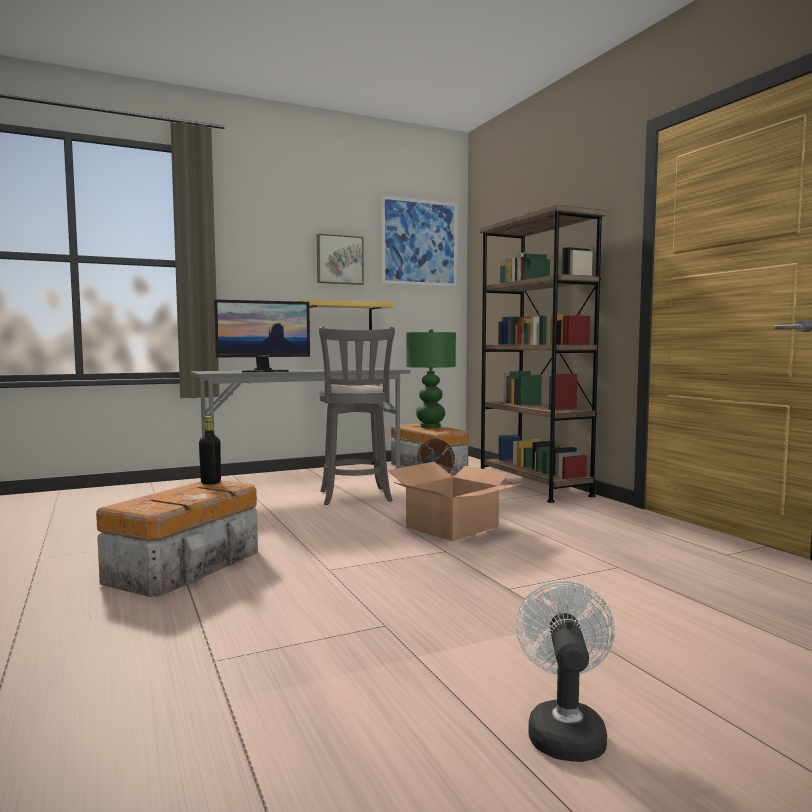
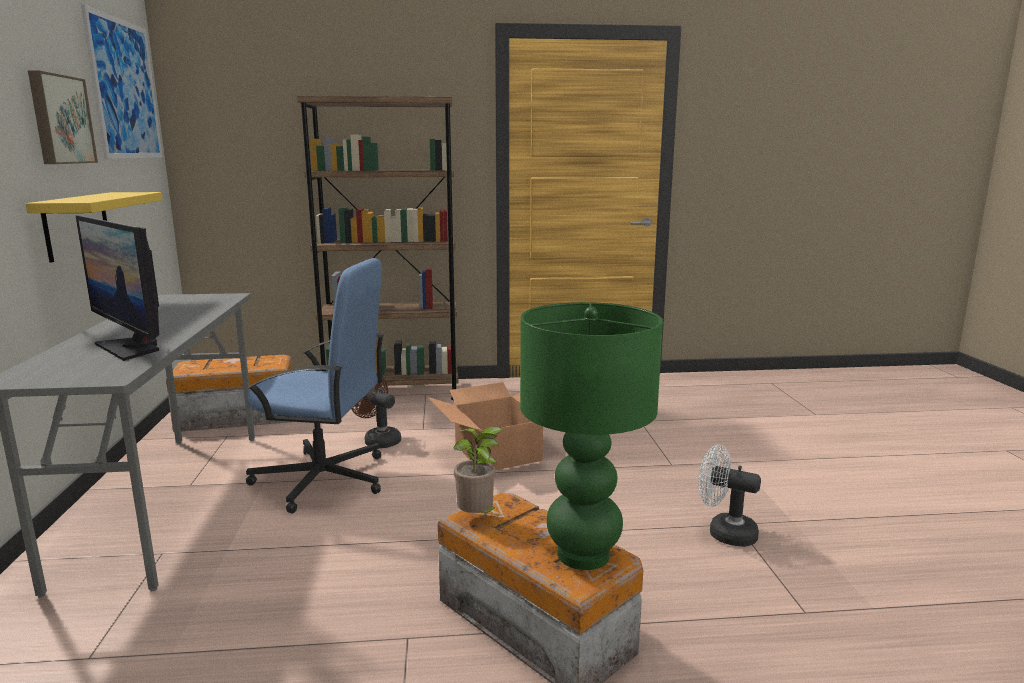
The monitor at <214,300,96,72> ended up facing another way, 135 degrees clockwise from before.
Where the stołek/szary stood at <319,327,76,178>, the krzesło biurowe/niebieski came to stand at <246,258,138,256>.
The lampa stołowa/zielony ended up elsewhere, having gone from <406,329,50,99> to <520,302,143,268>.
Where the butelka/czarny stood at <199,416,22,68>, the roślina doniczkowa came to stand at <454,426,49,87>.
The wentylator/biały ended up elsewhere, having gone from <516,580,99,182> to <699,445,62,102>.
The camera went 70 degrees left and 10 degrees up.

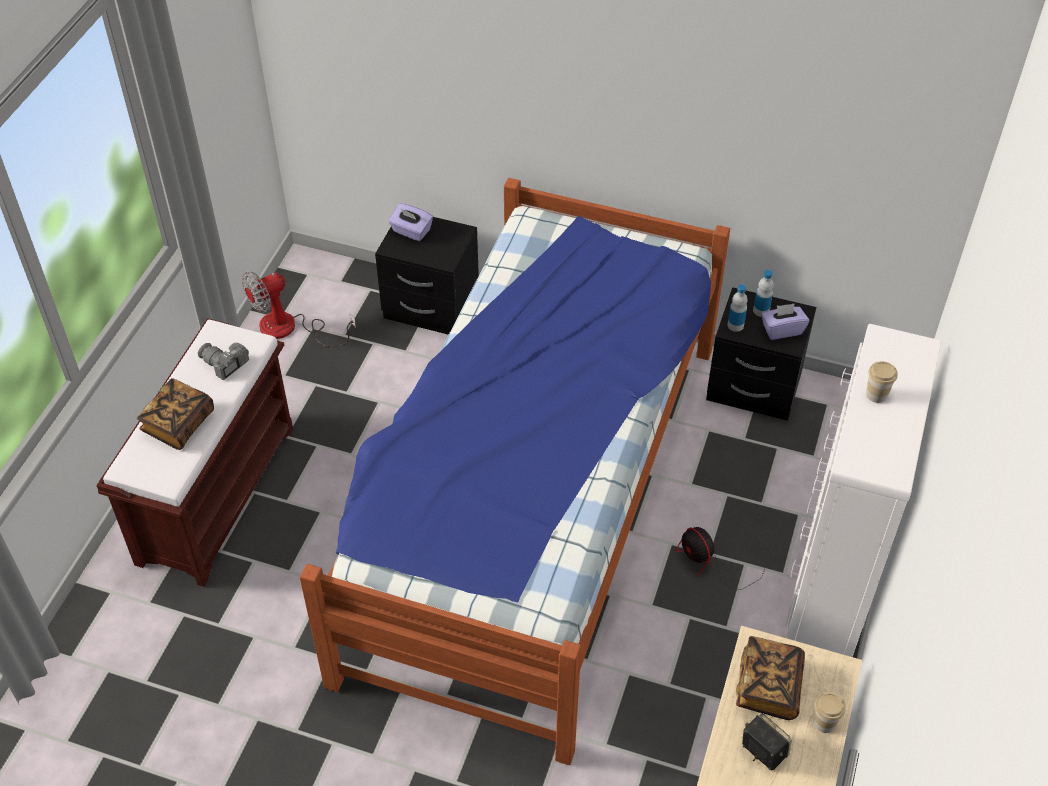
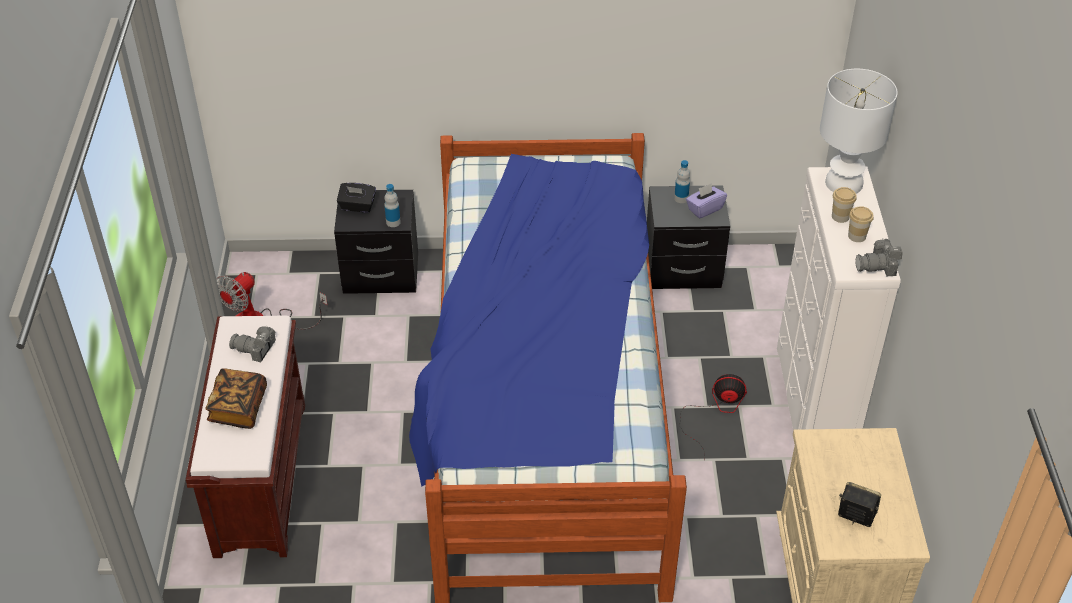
What was the pudełko chusteczek/fioletowy at <388,203,45,38> turned into the pudełko chusteczek/czarny at <337,183,39,30>.
The butelka ended up elsewhere, having gone from <727,284,21,48> to <384,184,17,43>.
The wentylator at <676,527,101,63> ended up facing another way, 150 degrees clockwise from before.
The second view lost the książka at <736,636,69,84>.
The filiżanka ended up elsewhere, having gone from <813,692,33,41> to <848,206,26,36>.
The second view gained the lampa stołowa/biały at <820,69,78,125>.
The second view gained the aparat fotograficzny at <855,238,48,38>.
The camera went 20 degrees left and 5 degrees down.

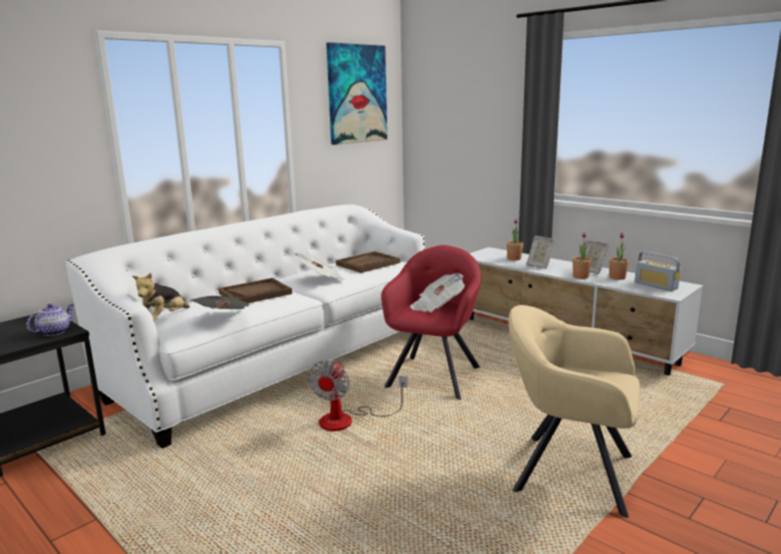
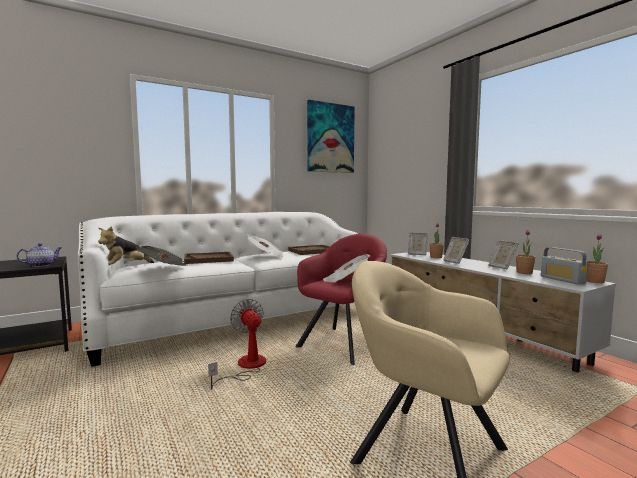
The roślina doniczkowa ended up elsewhere, having gone from <573,232,18,47> to <586,234,22,49>.
The wentylator at <308,360,99,71> ended up facing another way, 120 degrees clockwise from before.
The second view gained the ramka na zdjęcie at <408,232,20,23>.
The camera went 15 degrees right and 10 degrees down.

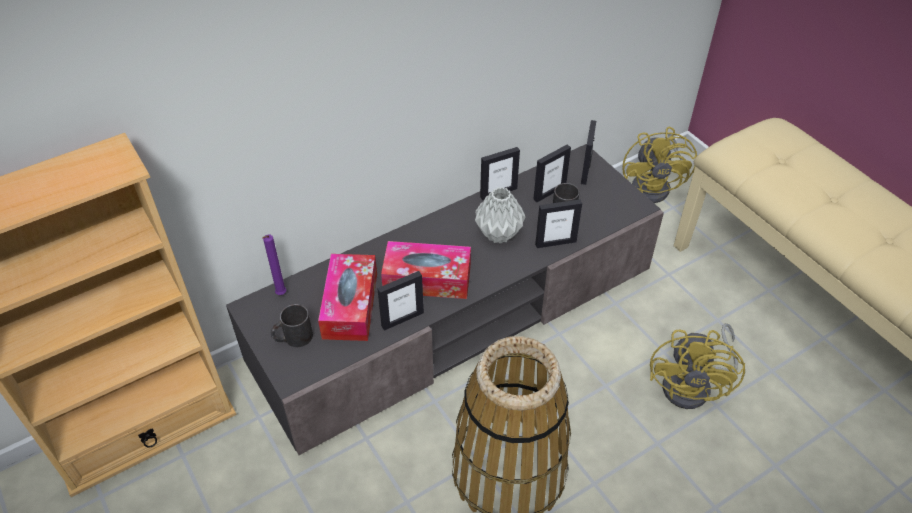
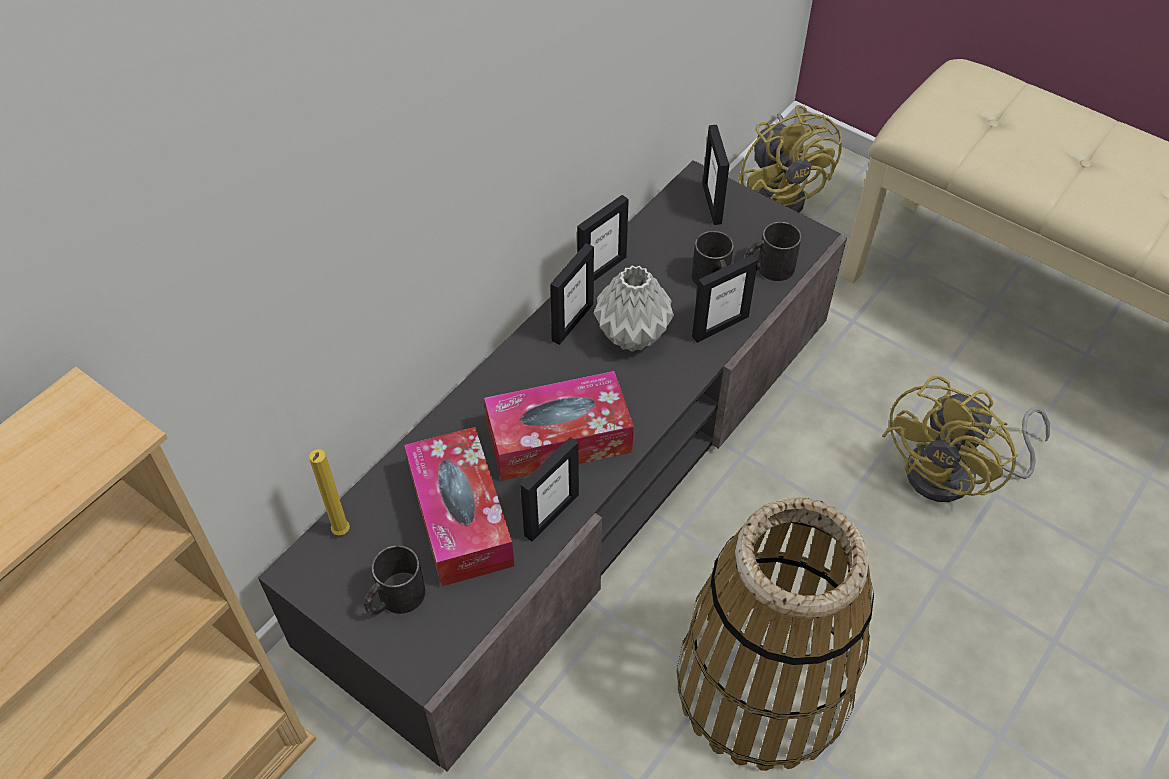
The ramka na zdjęcie ended up elsewhere, having gone from <534,144,37,58> to <550,243,44,102>.
What was the świeca/fioletowy at <262,235,24,60> turned into the świeca/żółty at <309,449,41,86>.
The wentylator/żółty at <650,323,95,86> ended up facing another way, 45 degrees clockwise from before.
The second view gained the kubek/czarny at <745,222,57,59>.
The camera went 20 degrees left and 5 degrees up.

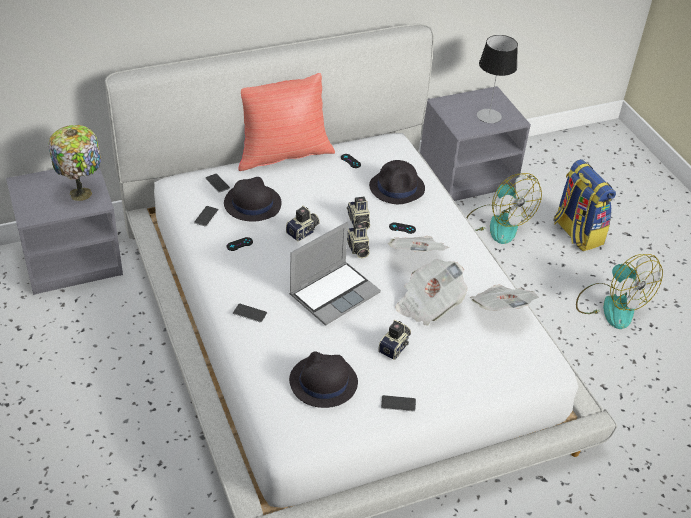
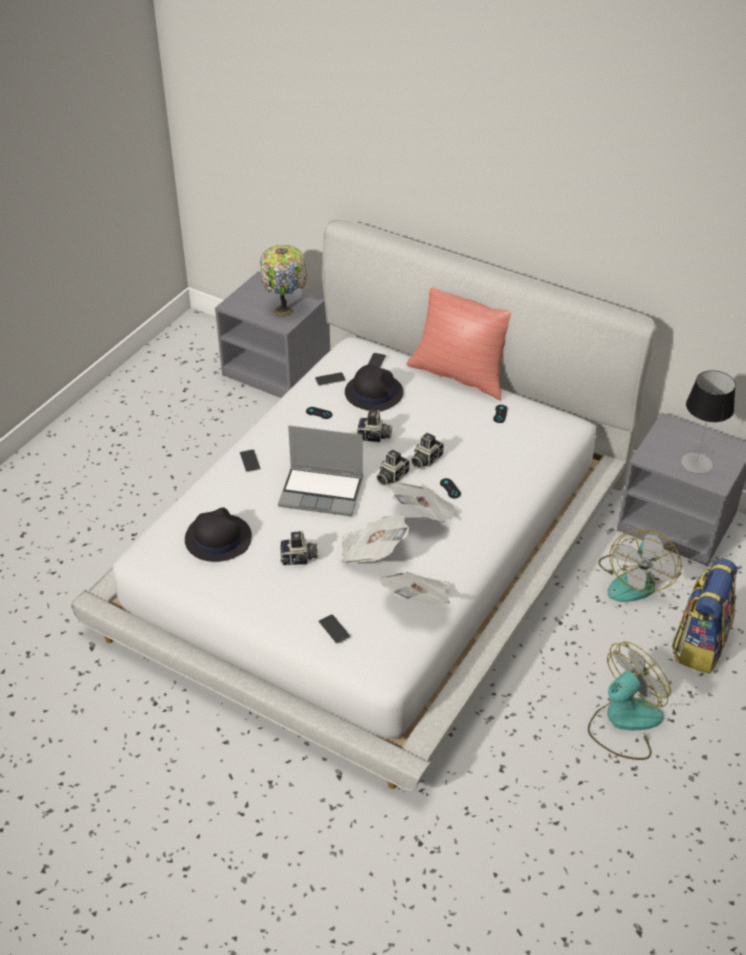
The second view lost the kapelusz/czarny at <369,160,56,44>.
The wentylator at <576,254,87,75> ended up facing another way, 150 degrees counterclockwise from before.
The telefon ended up elsewhere, having gone from <381,395,35,17> to <319,614,32,30>.
The camera went 55 degrees right and 0 degrees up.

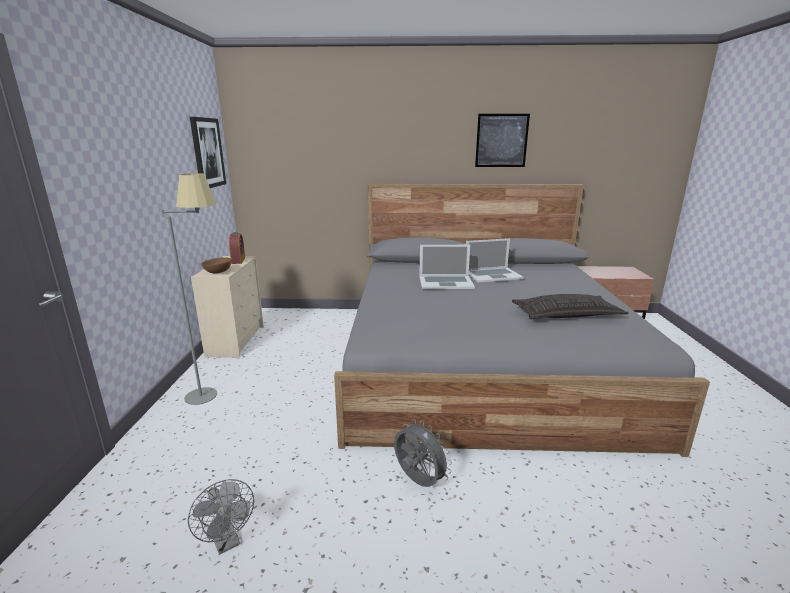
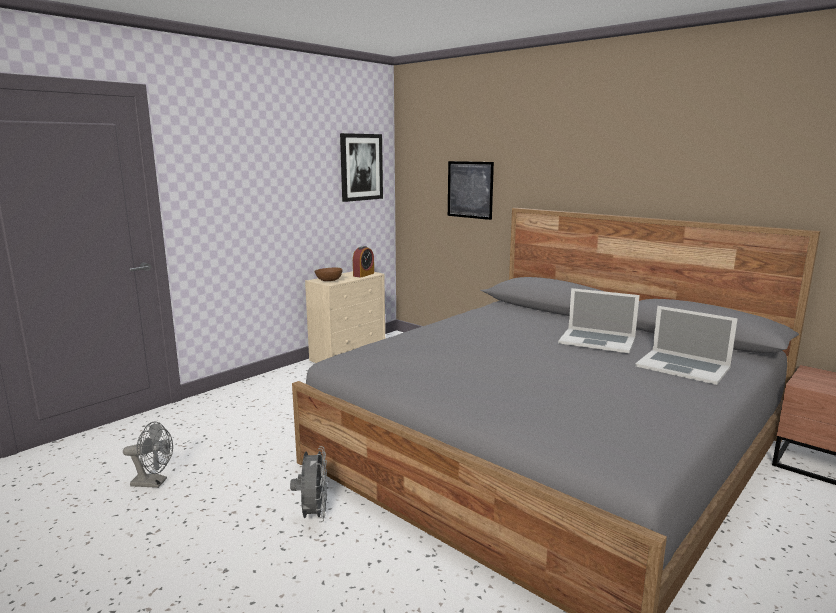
The obraz ended up elsewhere, having gone from <475,114,55,53> to <448,161,46,59>.
The second view lost the lampa stojąca/szary at <161,173,56,232>.
The laptop ended up elsewhere, having gone from <419,245,56,44> to <635,306,103,79>.
The second view lost the poduszka at <512,294,117,25>.
The wentylator/szary at <188,479,66,76> ended up facing another way, 90 degrees counterclockwise from before.
The camera went 40 degrees right and 5 degrees down.

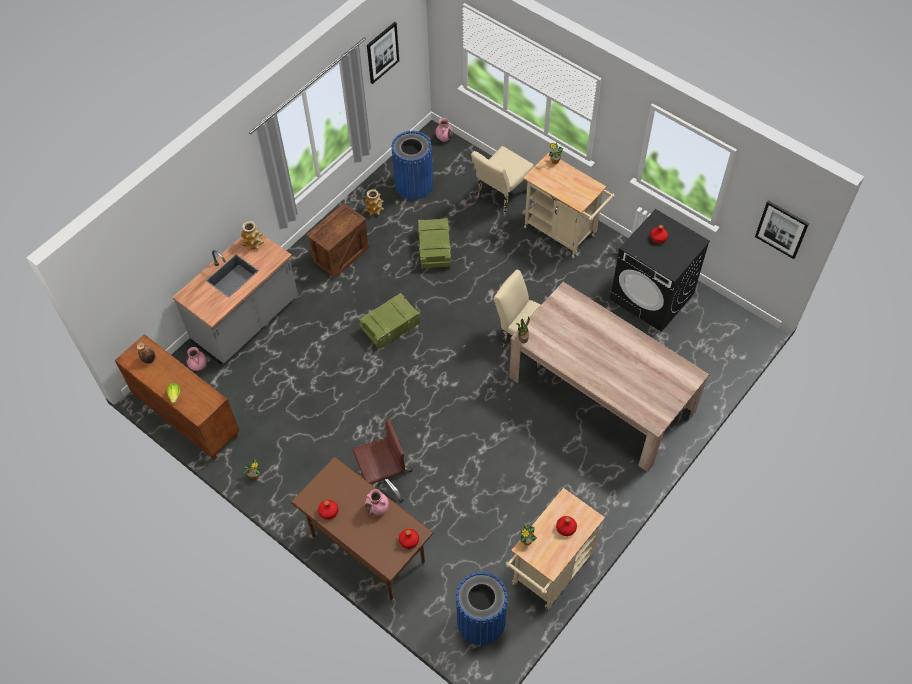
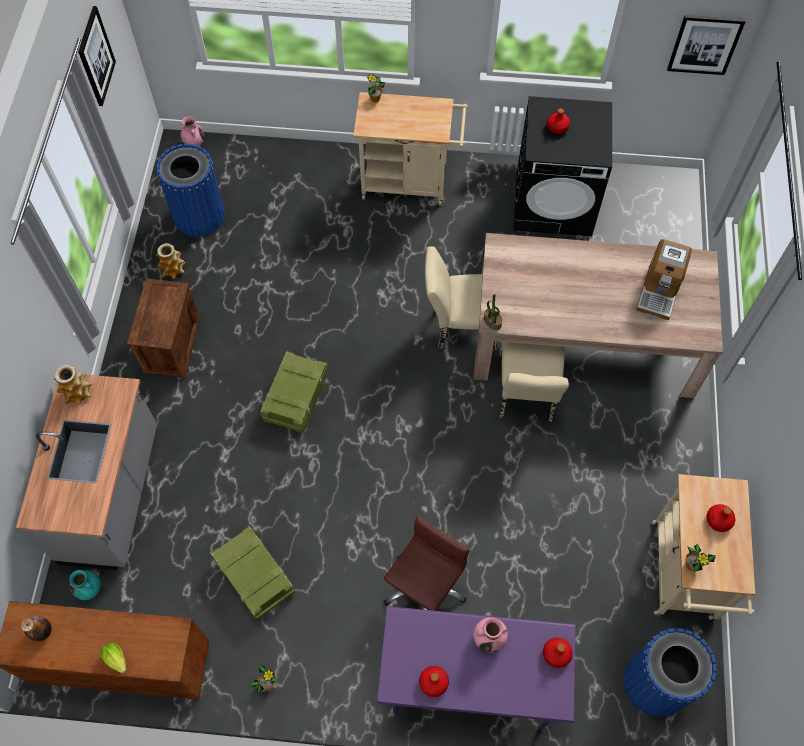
The krzesło/beżowy ended up elsewhere, having gone from <471,146,63,69> to <500,342,69,80>.
The skrzynka ended up elsewhere, having gone from <418,218,33,51> to <211,526,85,95>.
What was the wazon/różowy at <186,347,21,24> turned into the wazon/turkusowy at <69,570,32,30>.
What was the biurko/brązowy at <290,457,144,143> turned into the biurko/fioletowy at <377,606,198,124>.
The second view gained the ekspres do kawy at <636,239,56,81>.
The camera went 35 degrees left and 5 degrees up.

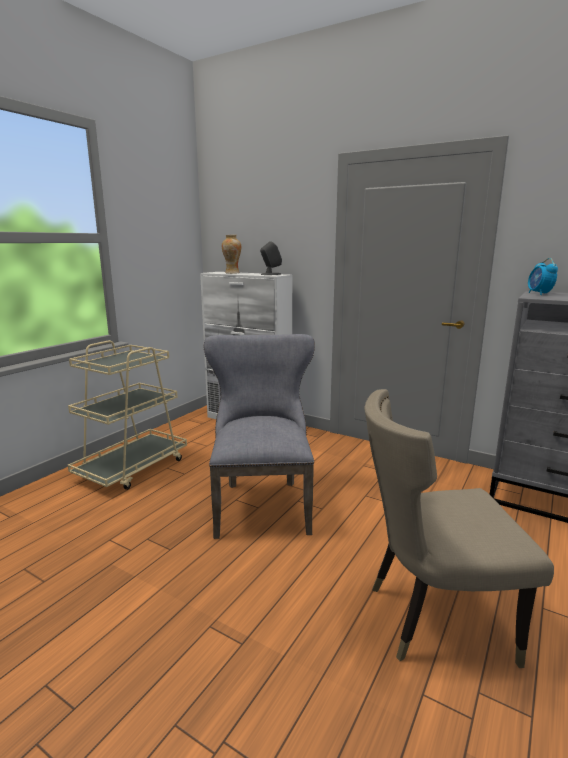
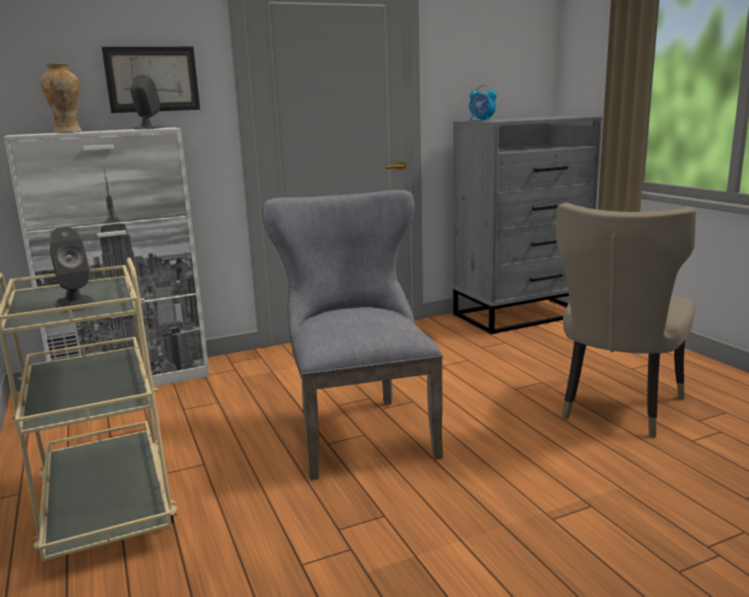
The krzesło/szary at <204,334,111,205> ended up facing another way, 45 degrees clockwise from before.
The second view gained the obraz at <102,47,98,66>.
The second view gained the głośnik/szary at <50,227,46,84>.
The camera went 55 degrees left and 0 degrees up.

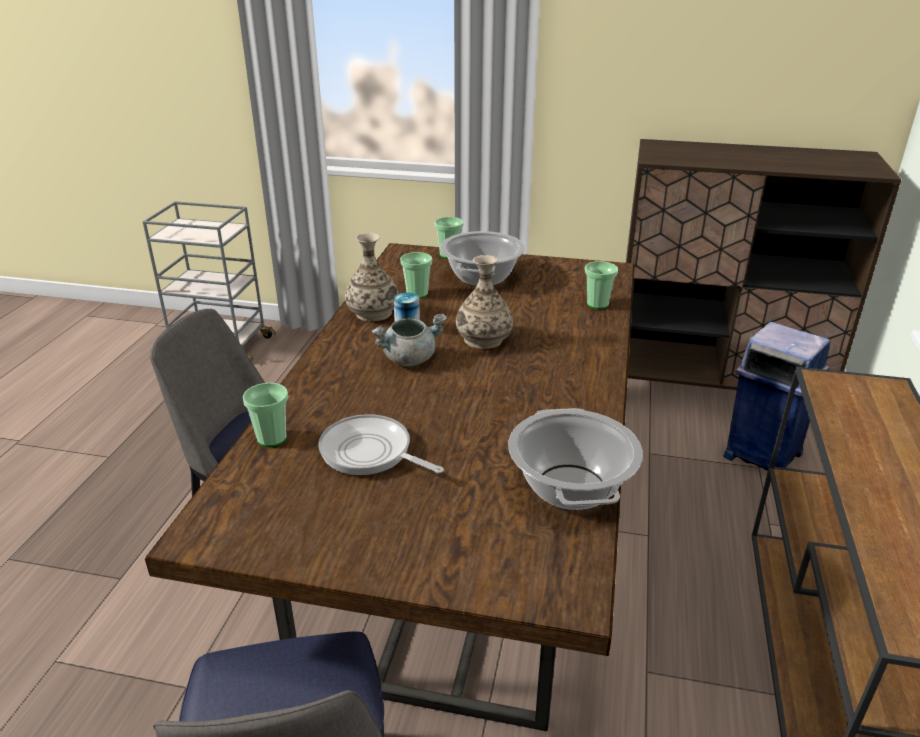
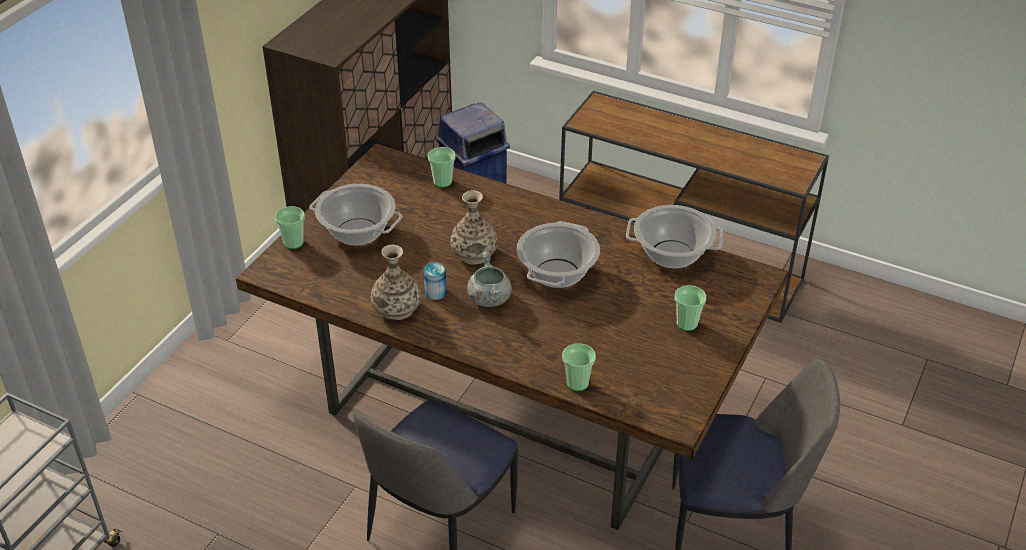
The filiżanka ended up elsewhere, having gone from <400,252,32,46> to <674,285,32,46>.
The second view lost the patelnia at <318,414,126,61>.
The second view gained the garnek at <517,221,83,67>.
The camera went 75 degrees left and 10 degrees up.

